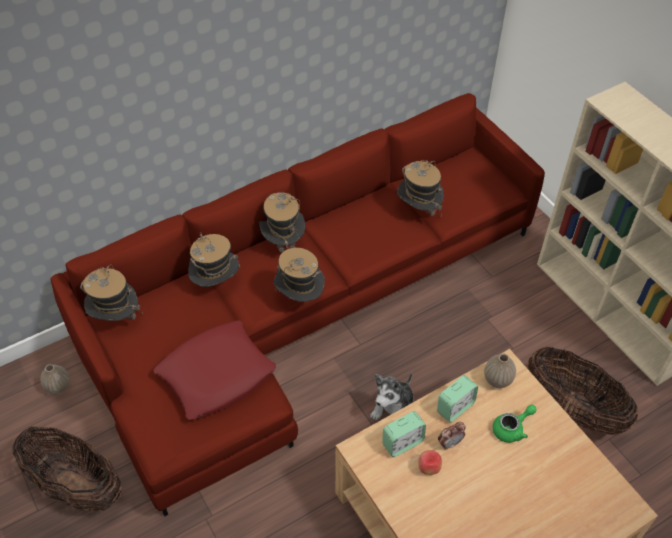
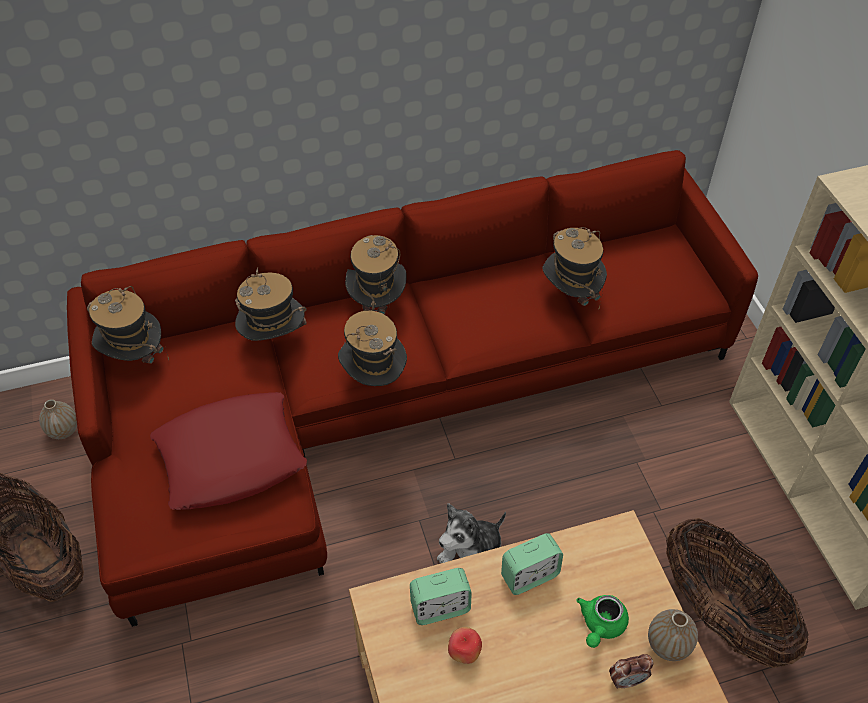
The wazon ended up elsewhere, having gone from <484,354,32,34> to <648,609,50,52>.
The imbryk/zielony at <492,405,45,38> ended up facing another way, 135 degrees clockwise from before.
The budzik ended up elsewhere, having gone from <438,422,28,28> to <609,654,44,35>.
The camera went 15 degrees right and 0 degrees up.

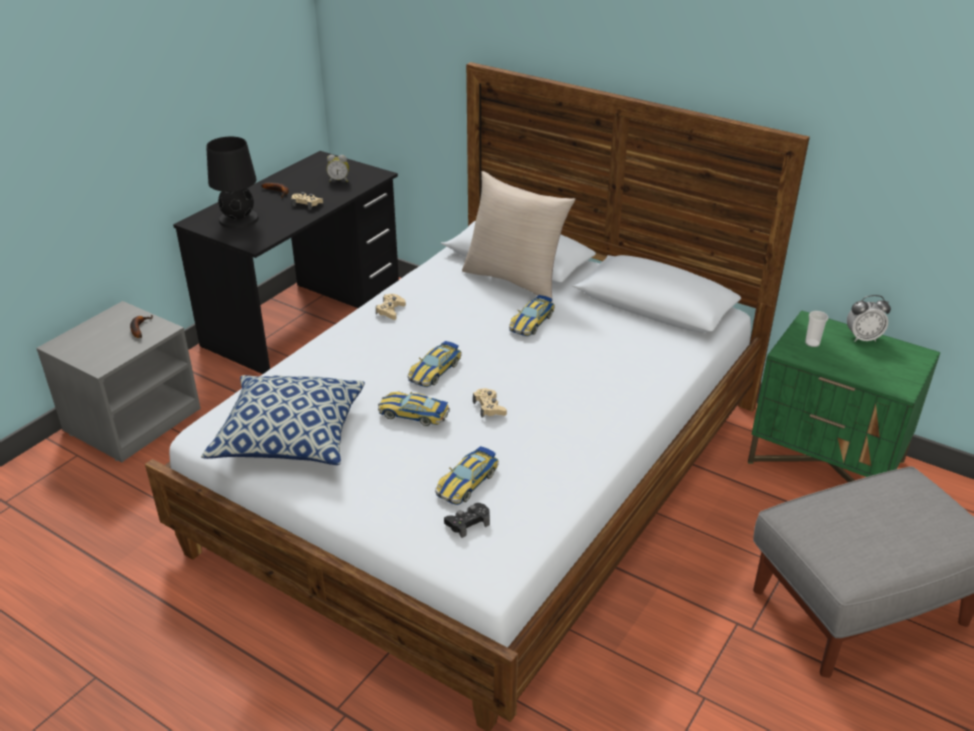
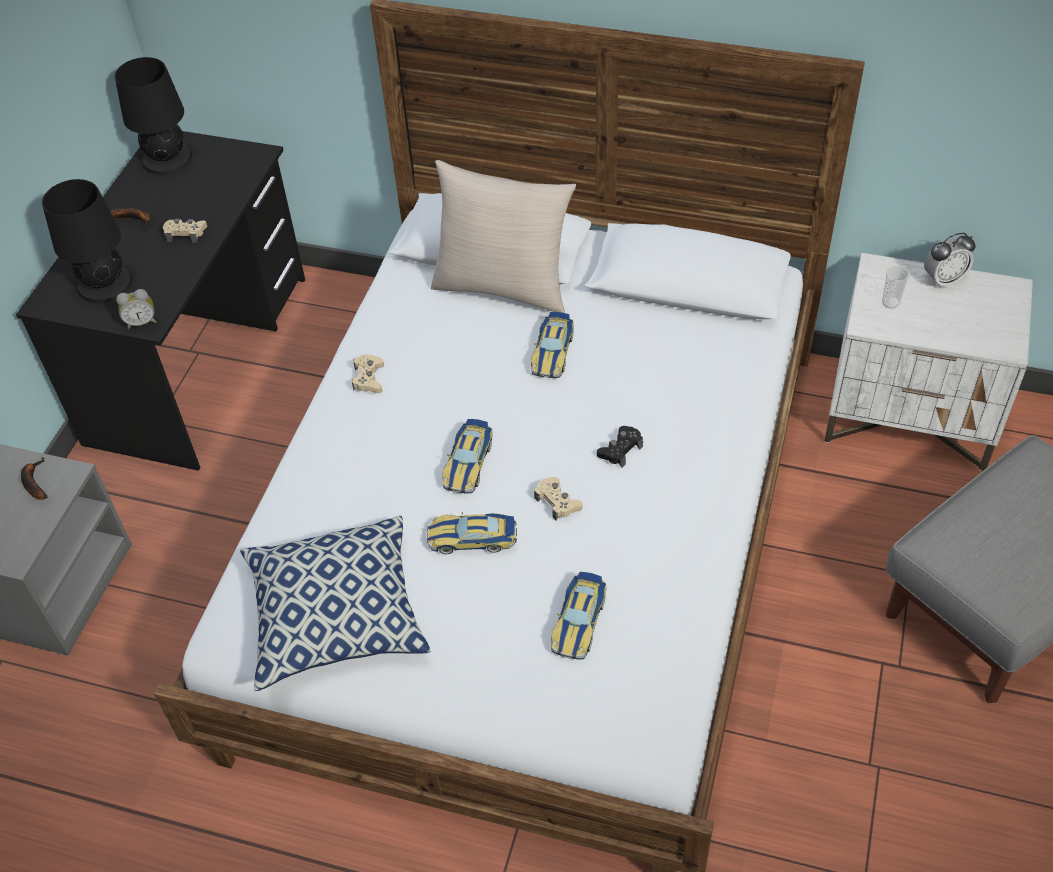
The budzik ended up elsewhere, having gone from <326,155,23,27> to <116,289,41,40>.
What was the szafka nocna/zielony at <748,310,193,172> turned into the szafka nocna/biały at <824,253,209,218>.
The pad do gier/czarny ended up elsewhere, having gone from <444,503,46,35> to <597,426,46,42>.
The second view gained the lampa stołowa/czarny at <115,57,77,118>.
The camera went 15 degrees left and 15 degrees up.

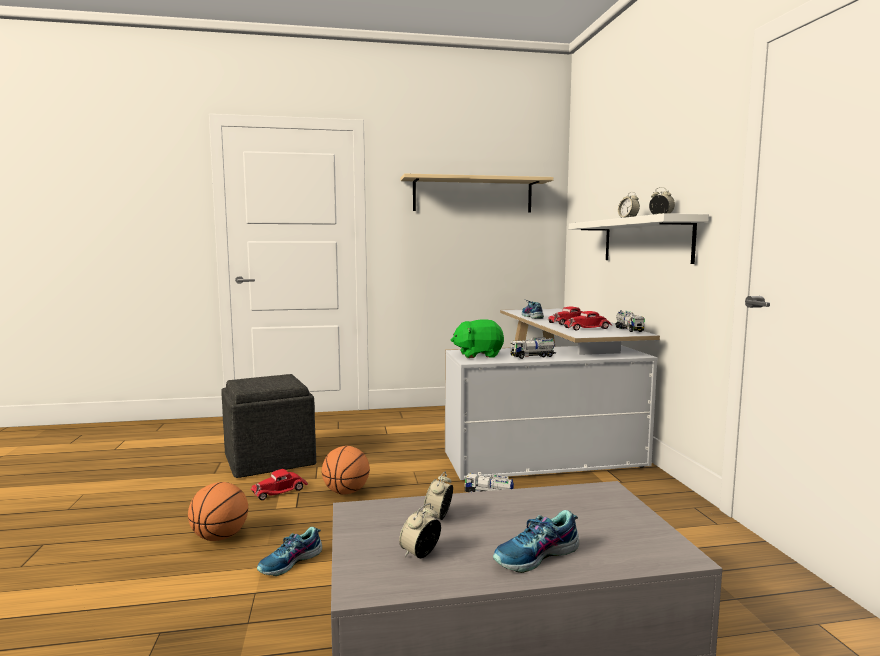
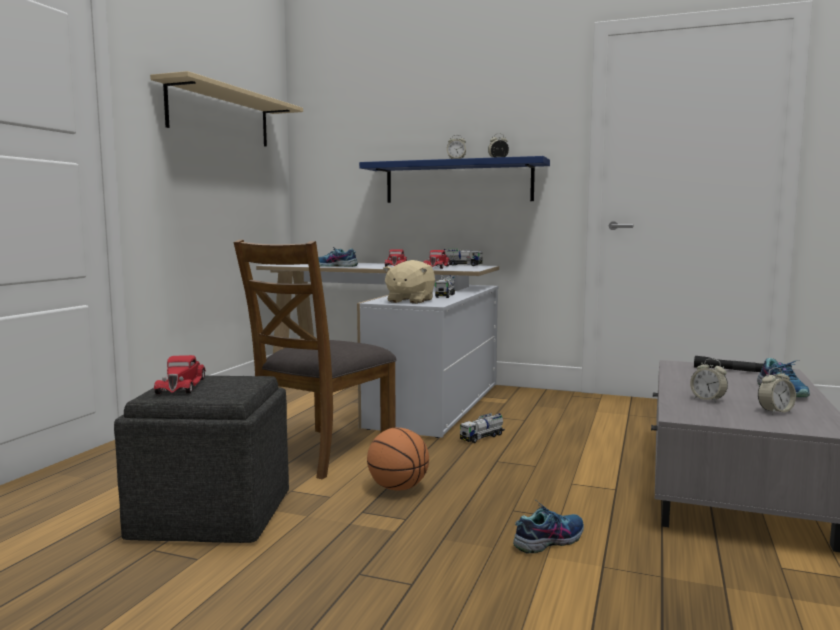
What was the półka/biały at <569,213,140,51> turned into the półka/niebieski at <359,156,191,47>.
What was the pluszak/zielony at <451,319,53,39> turned into the pluszak/beżowy at <383,260,52,44>.
The samochodzik/czerwony ended up elsewhere, having gone from <250,469,58,31> to <154,355,52,39>.
The second view lost the piłka do koszykówki at <188,482,60,59>.
The budzik at <399,503,42,55> ended up facing another way, 90 degrees counterclockwise from before.
The but at <257,527,65,49> ended up facing another way, 105 degrees counterclockwise from before.
The second view gained the krzesło/brązowy at <234,240,163,239>.
The second view gained the latarka/czarny at <694,356,69,16>.
The camera went 60 degrees left and 0 degrees up.

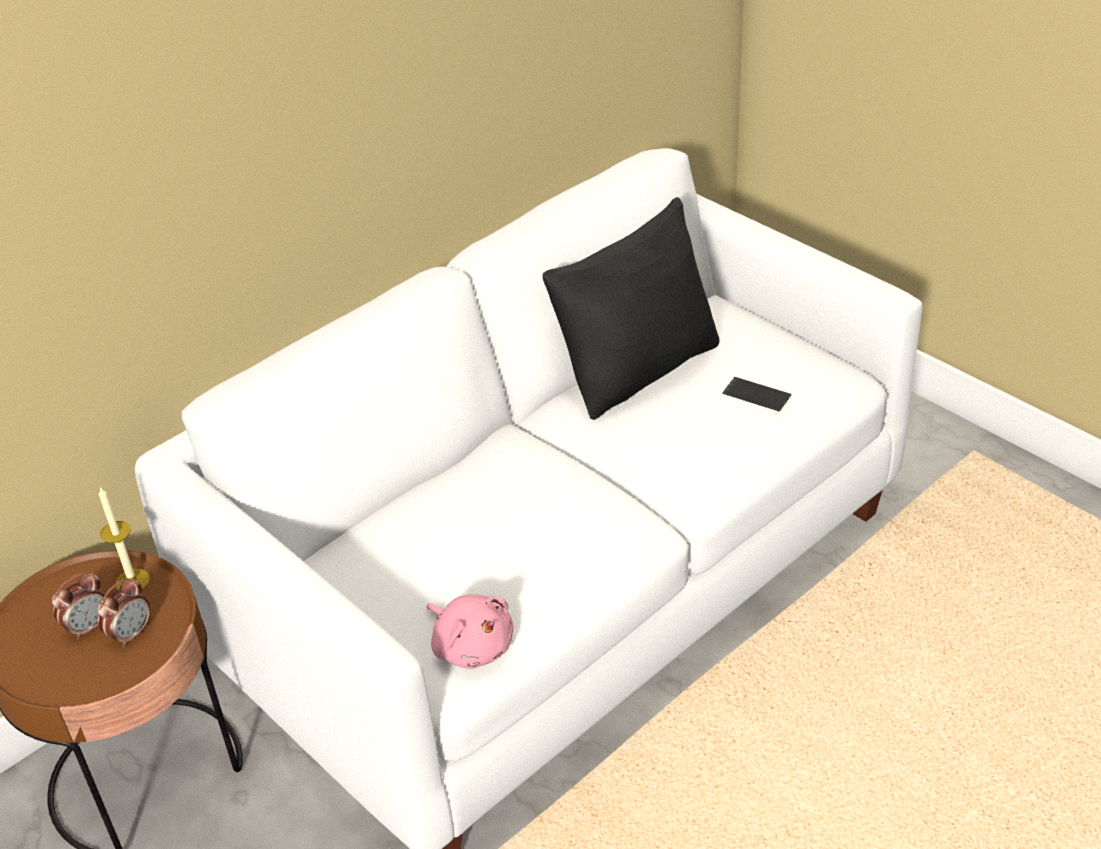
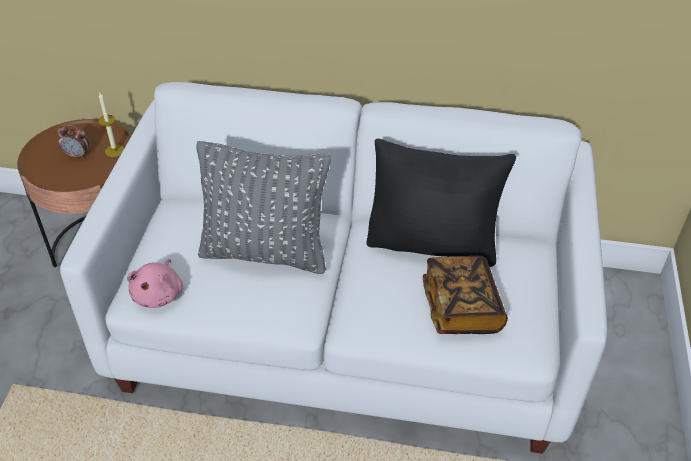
Where the telefon stood at <722,377,69,35>, the książka came to stand at <423,256,85,78>.
The second view lost the budzik at <97,577,53,71>.
The second view gained the poduszka/szary at <196,141,135,133>.
The camera went 50 degrees right and 5 degrees up.

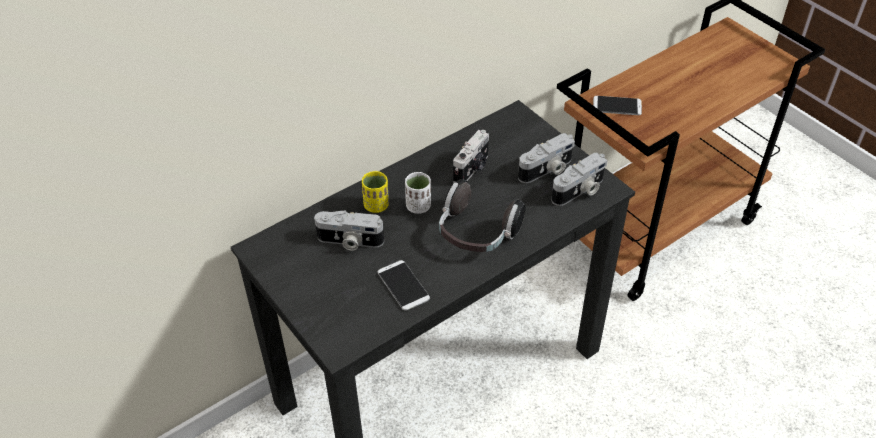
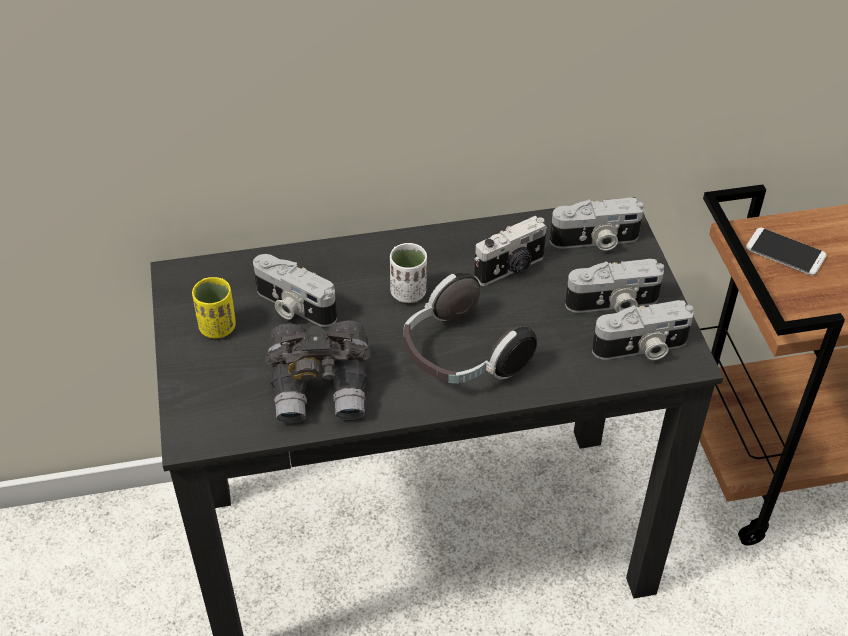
The filiżanka/żółty ended up elsewhere, having gone from <362,171,27,42> to <192,277,44,61>.
Where the telefon stood at <378,260,52,51>, the lornetka/szary came to stand at <265,320,105,103>.
The second view gained the aparat fotograficzny at <550,198,94,53>.
The camera went 25 degrees right and 0 degrees up.

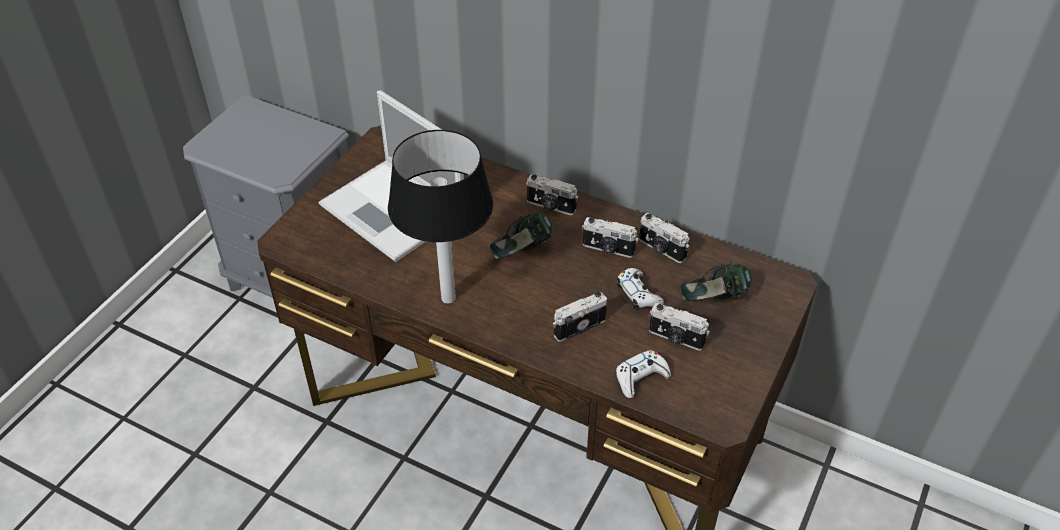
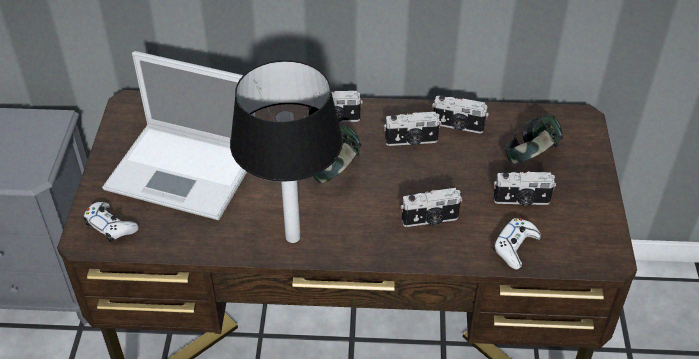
The pad do gier/biały ended up elsewhere, having gone from <617,268,47,41> to <84,202,55,40>.
The aparat fotograficzny at <553,291,54,51> ended up facing another way, 135 degrees counterclockwise from before.
The camera went 25 degrees left and 0 degrees up.

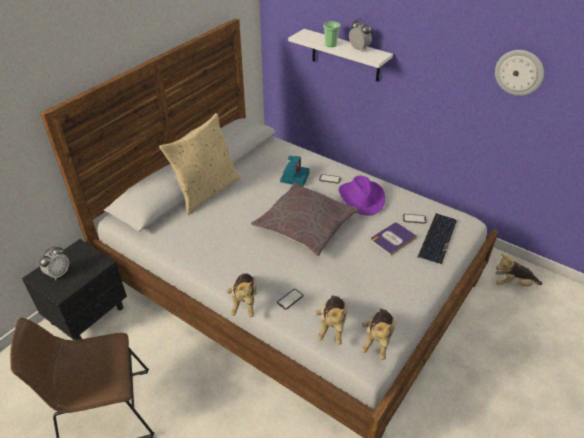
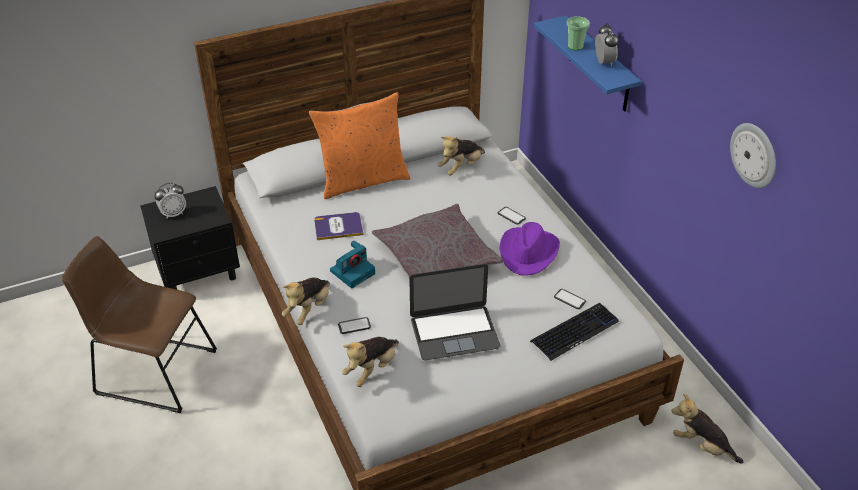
What was the półka/biały at <288,29,105,53> turned into the półka/niebieski at <534,15,108,96>.
What was the poduszka/beżowy at <159,113,81,102> turned into the poduszka/pomarańczowy at <309,92,101,107>.
The aparat fotograficzny ended up elsewhere, having gone from <280,156,29,30> to <330,241,45,47>.
The książka ended up elsewhere, having gone from <371,223,46,33> to <314,212,50,28>.
The pluszak ended up elsewhere, having gone from <361,309,34,51> to <438,136,47,39>.
The second view gained the laptop at <409,264,91,96>.
The camera went 30 degrees right and 0 degrees up.

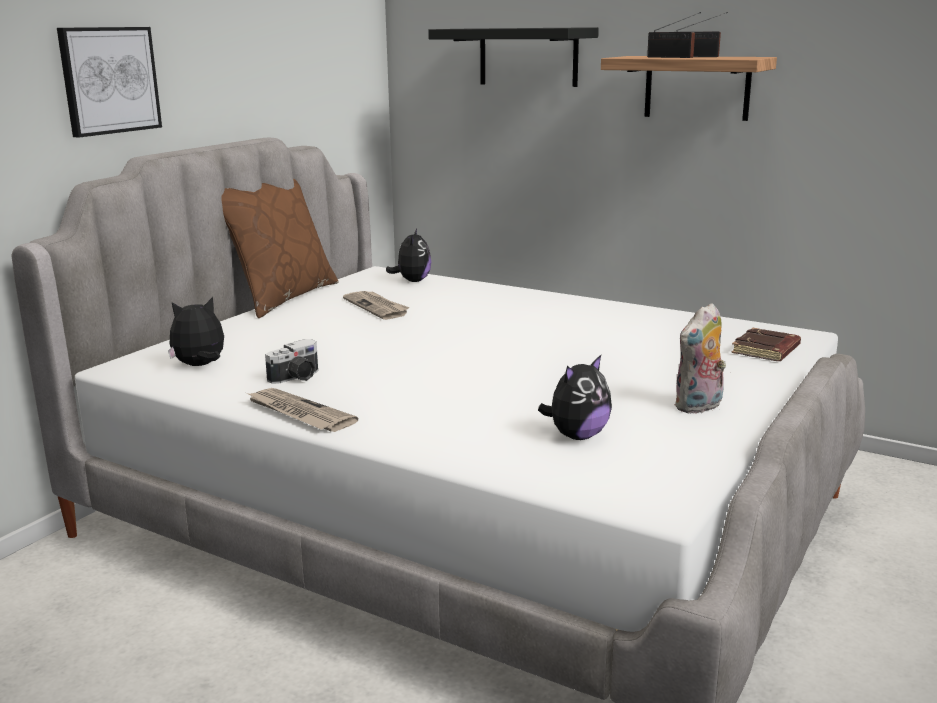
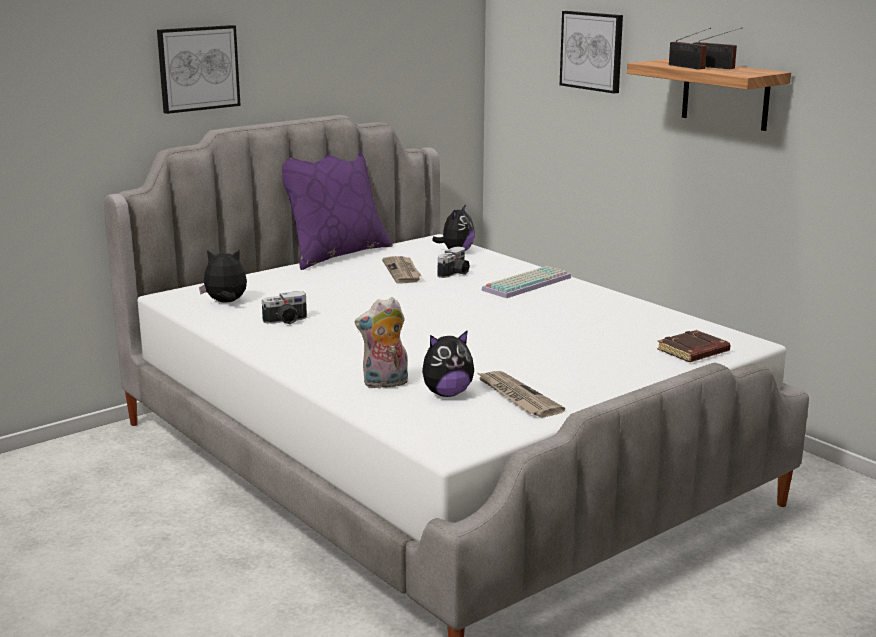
Where the półka/czarny hung at <428,27,171,60>, the obraz came to hang at <560,11,63,83>.
What was the poduszka/brązowy at <221,178,118,140> turned into the poduszka/fioletowy at <282,151,111,119>.
The pluszak ended up elsewhere, having gone from <674,303,52,111> to <355,297,53,92>.
The gazeta ended up elsewhere, having gone from <247,388,111,44> to <476,371,89,47>.
The second view gained the aparat fotograficzny at <437,246,33,32>.
The second view gained the klawiatura at <481,266,90,32>.
The camera went 20 degrees right and 0 degrees up.

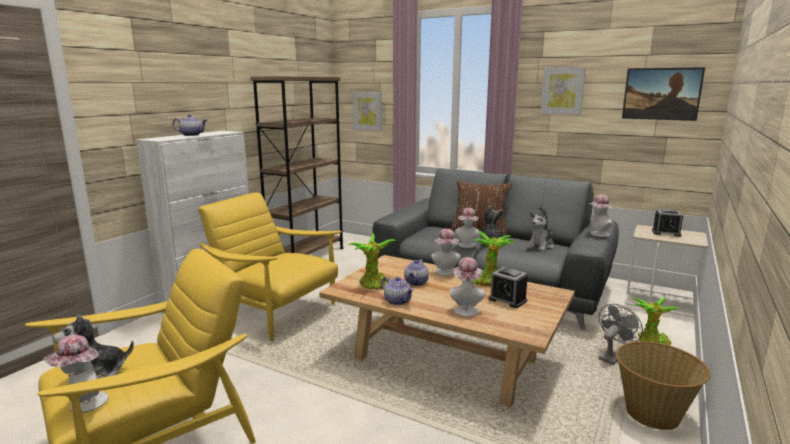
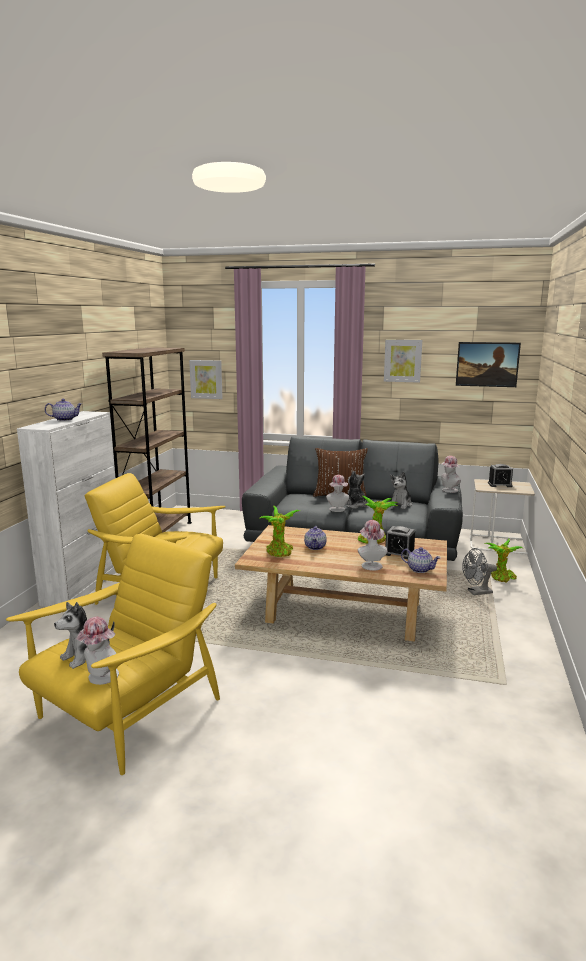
The second view lost the kapelusz at <431,229,30,47>.
The imbryk ended up elsewhere, having gone from <382,277,32,28> to <401,547,40,26>.
The wentylator/szary at <599,304,44,61> ended up facing another way, 135 degrees counterclockwise from before.
The second view lost the koszyk at <616,341,94,89>.
The camera went 15 degrees left and 0 degrees up.

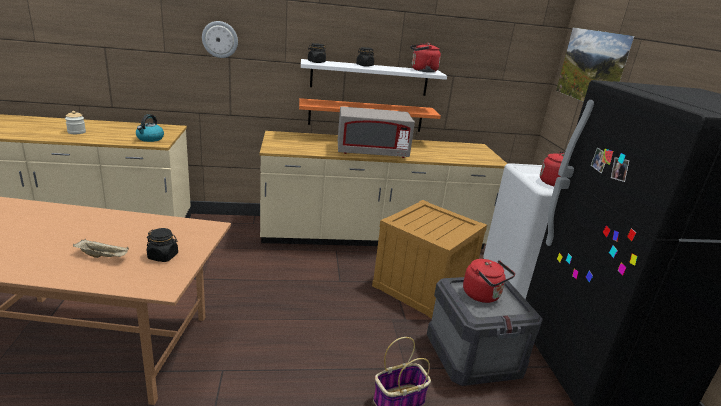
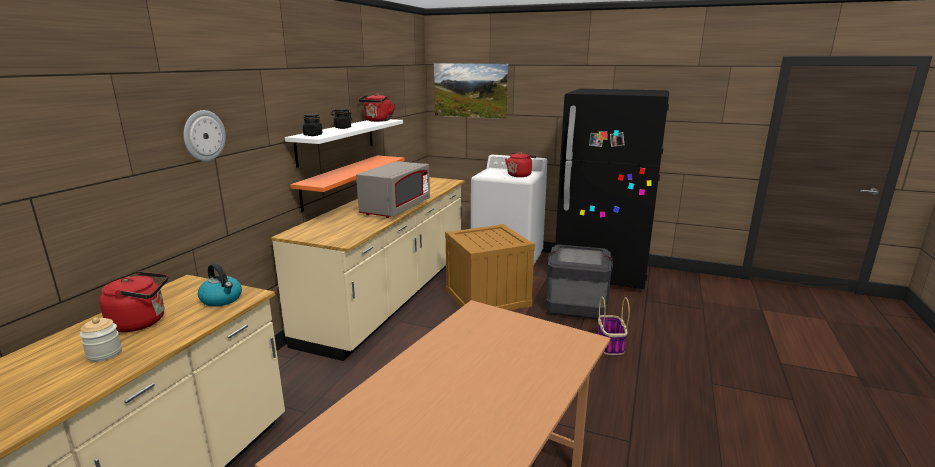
The second view lost the słoik/czarny at <147,228,31,34>.
The second view lost the taca/beżowy at <73,239,56,19>.
The czajnik/czerwony ended up elsewhere, having gone from <463,259,52,44> to <99,271,69,61>.
The camera went 60 degrees left and 5 degrees down.

